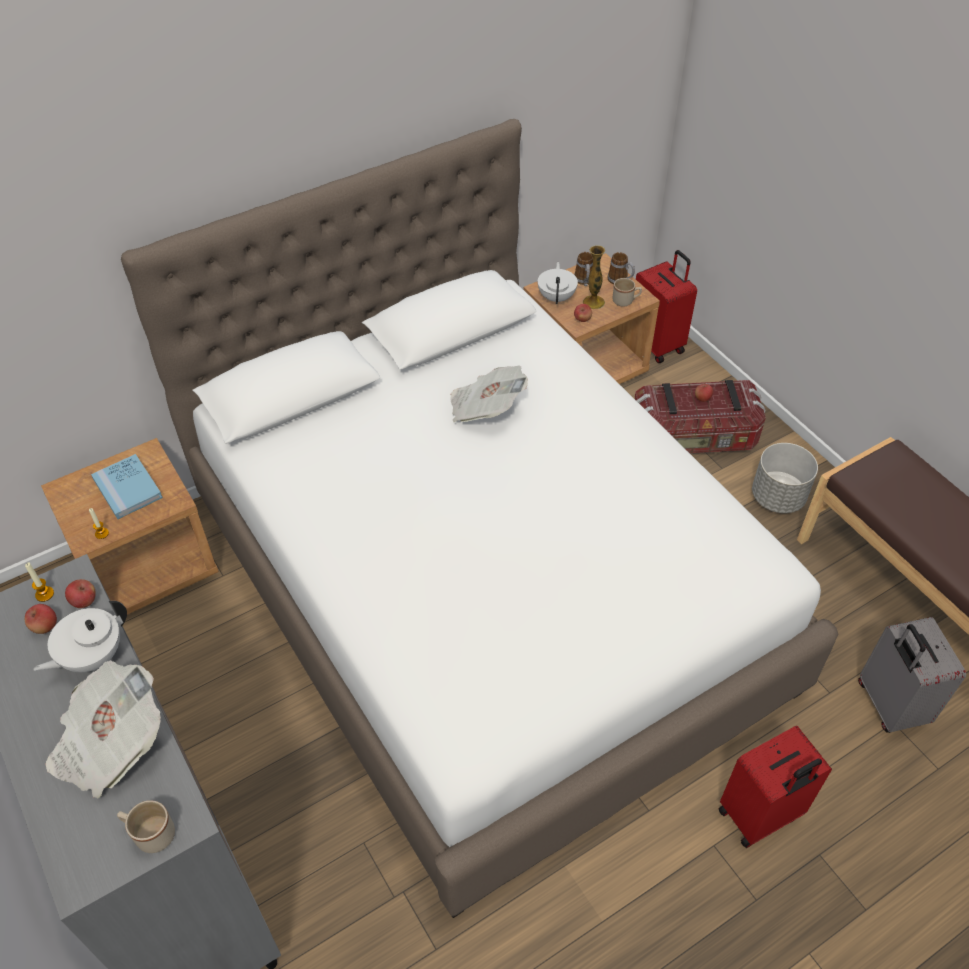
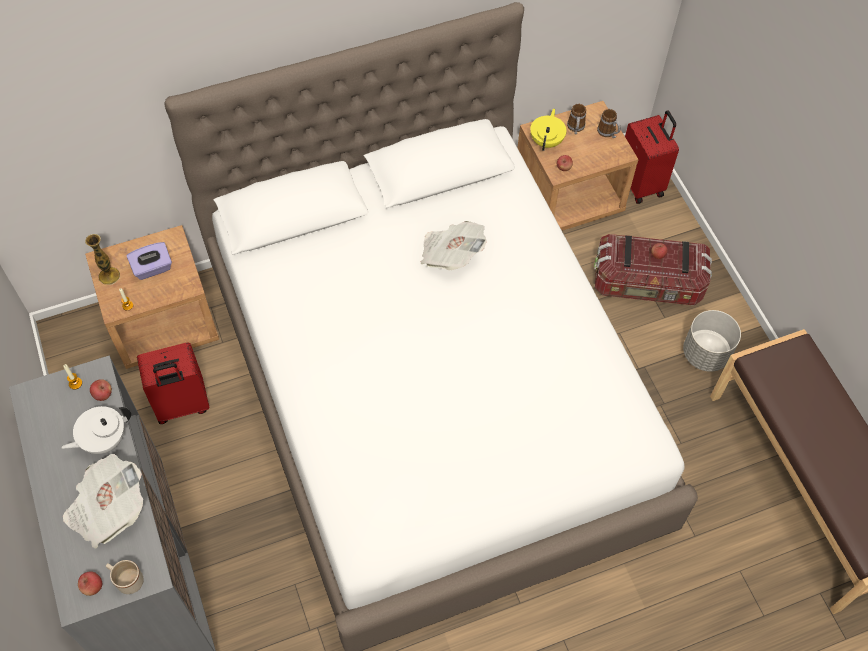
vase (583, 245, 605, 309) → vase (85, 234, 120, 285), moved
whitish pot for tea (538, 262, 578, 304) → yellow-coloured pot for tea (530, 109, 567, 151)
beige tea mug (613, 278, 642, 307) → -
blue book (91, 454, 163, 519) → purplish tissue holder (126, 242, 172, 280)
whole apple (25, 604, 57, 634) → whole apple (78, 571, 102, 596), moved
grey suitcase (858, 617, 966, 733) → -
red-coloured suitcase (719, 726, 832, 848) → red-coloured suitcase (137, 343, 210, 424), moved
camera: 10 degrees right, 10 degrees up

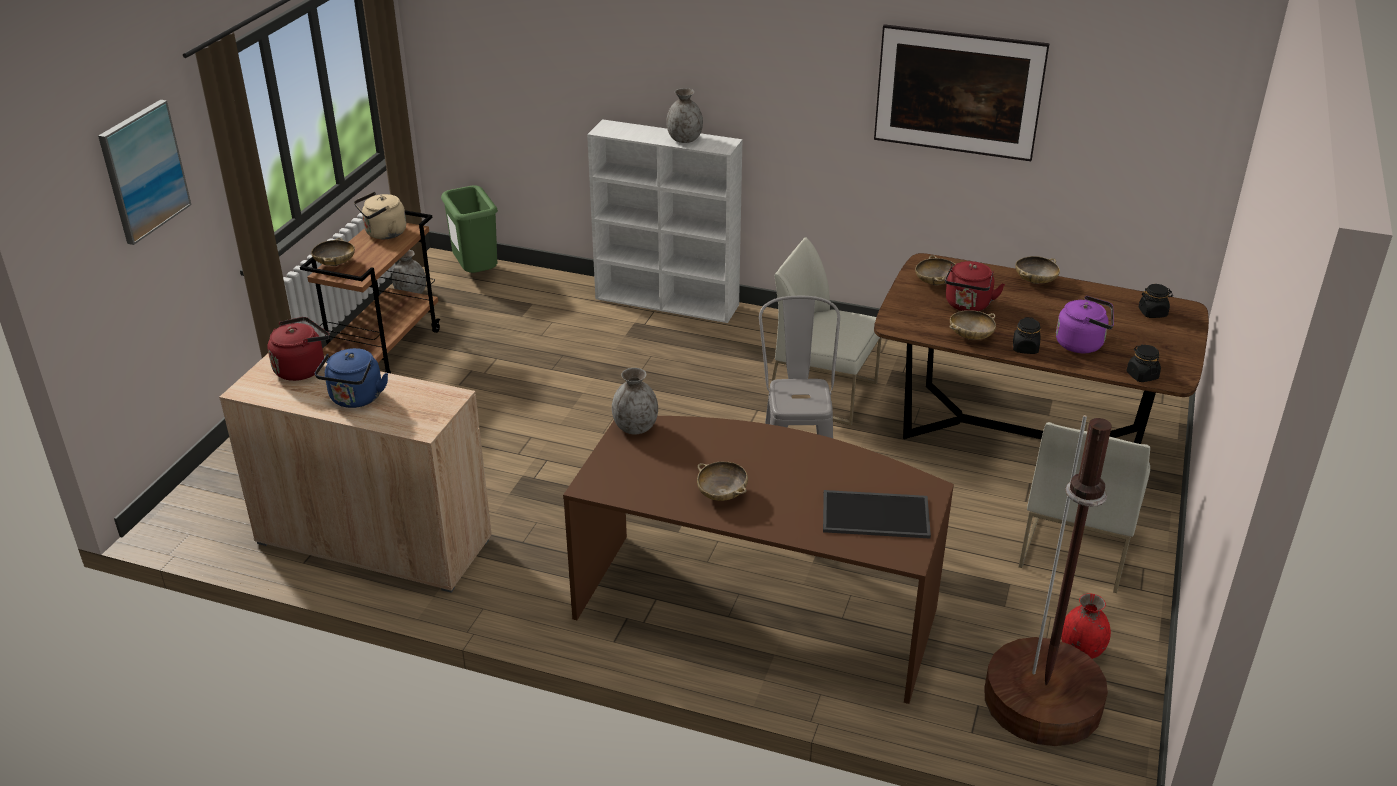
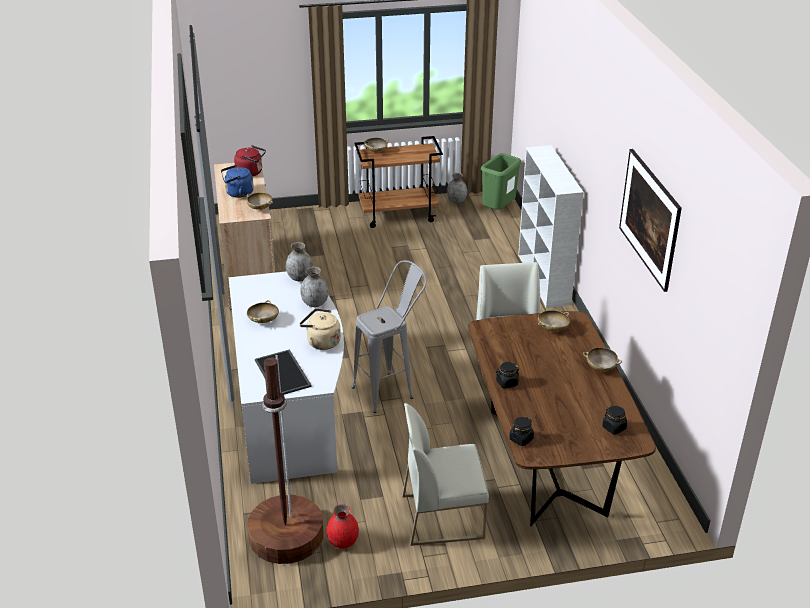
grey vase (666, 88, 703, 143) → grey vase (300, 267, 329, 307), moved
picture (98, 100, 191, 245) → -
beige tea kettle (354, 192, 406, 239) → beige tea kettle (300, 308, 341, 350), moved
red-coloured tea kettle (945, 261, 1005, 311) → -
purplish tea kettle (1056, 296, 1114, 353) → -
beige deep dish (949, 310, 996, 340) → beige deep dish (247, 193, 273, 210), moved
brown desk (563, 416, 954, 704) → whitish desk (229, 271, 344, 484)
camera: 60 degrees right, 0 degrees up

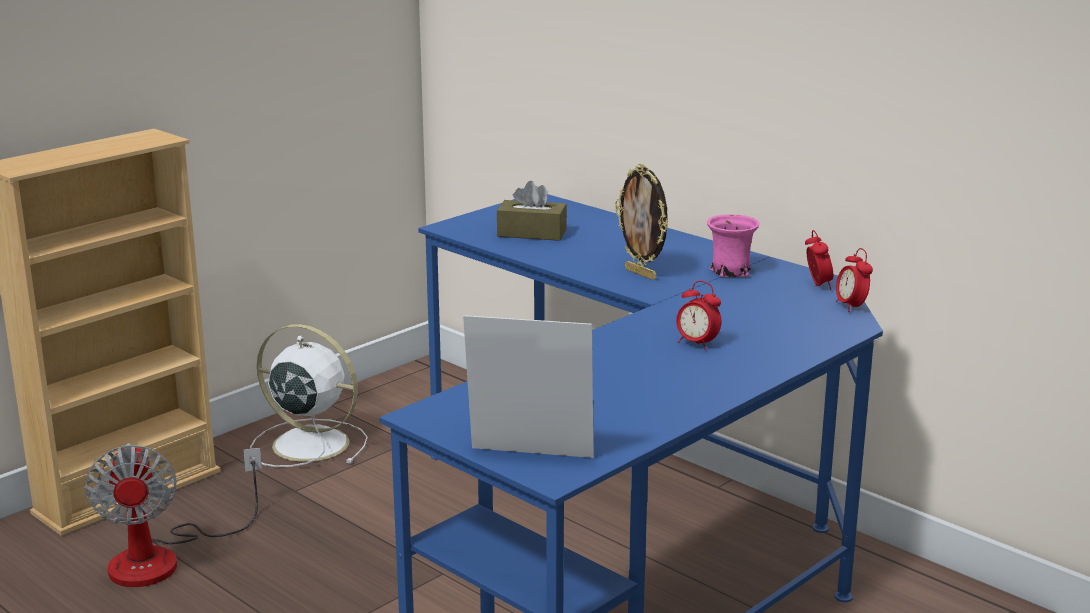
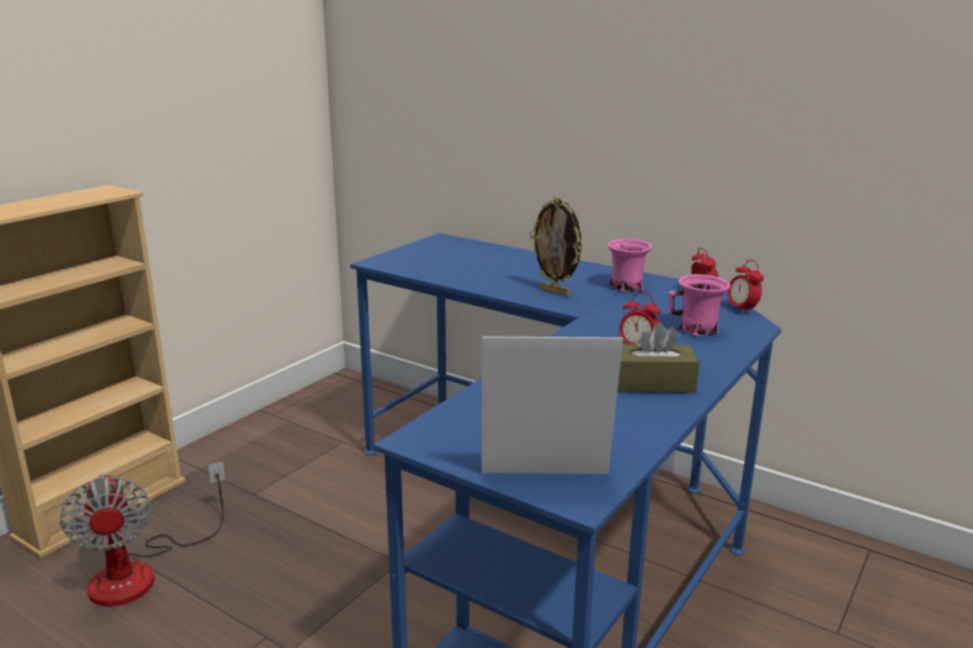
brown tissue holder (497, 181, 567, 241) → brown tissue holder (617, 322, 700, 393), moved
whitish fan (250, 324, 368, 467) → -
- → pink-coloured tea mug (668, 274, 730, 336)
camera: 10 degrees left, 0 degrees up

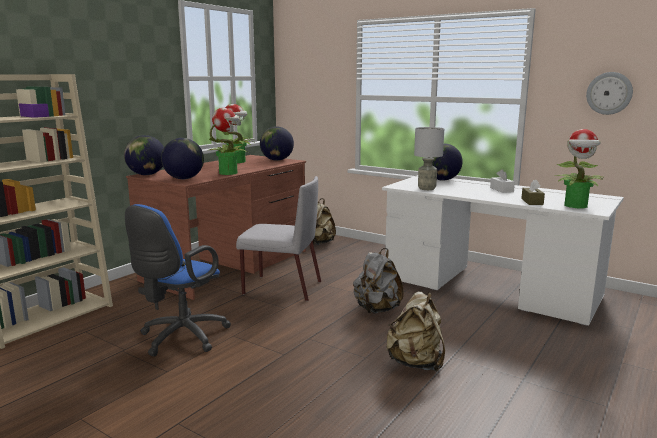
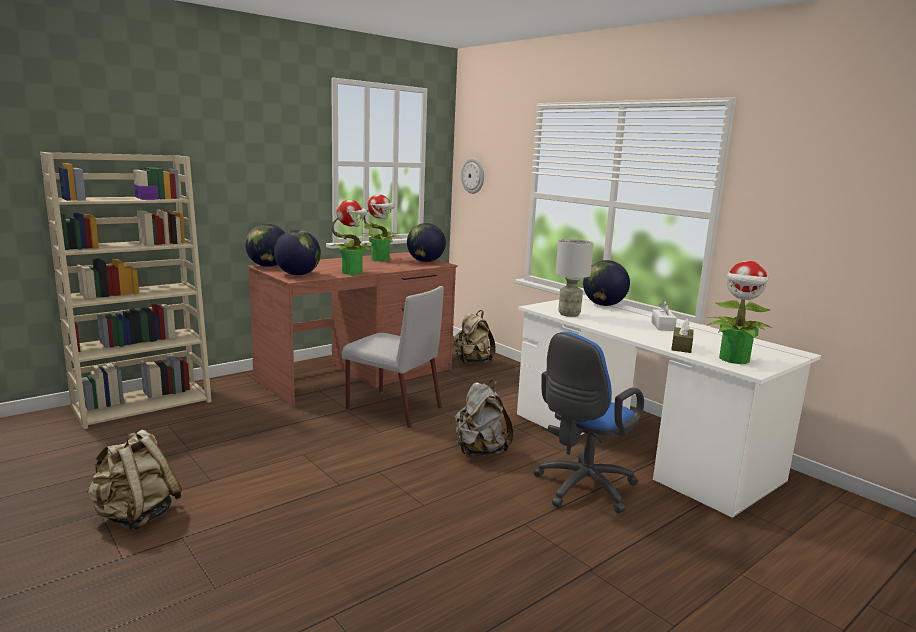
clock on the wall (586, 72, 633, 115) → clock on the wall (461, 158, 484, 194), moved
blue computer chair (125, 204, 231, 357) → blue computer chair (533, 332, 644, 513), moved
beige rucksack (386, 291, 445, 372) → beige rucksack (87, 430, 182, 531), moved
camera: 15 degrees right, 0 degrees up

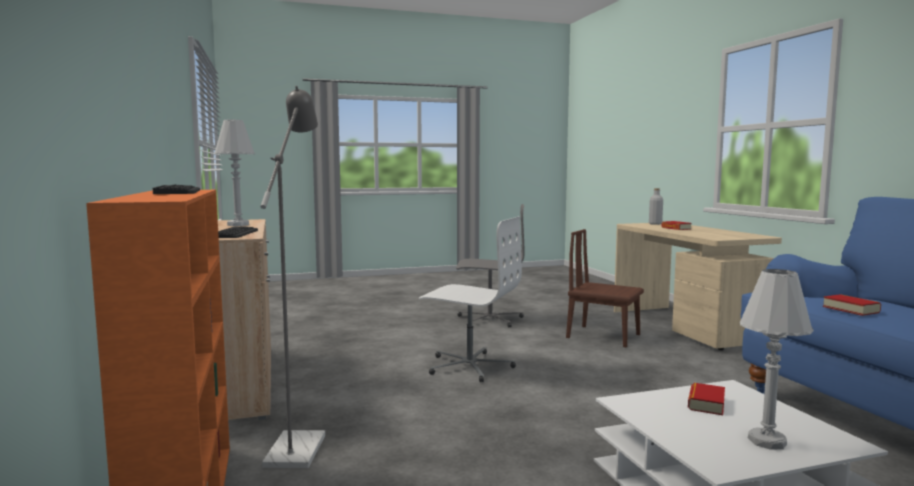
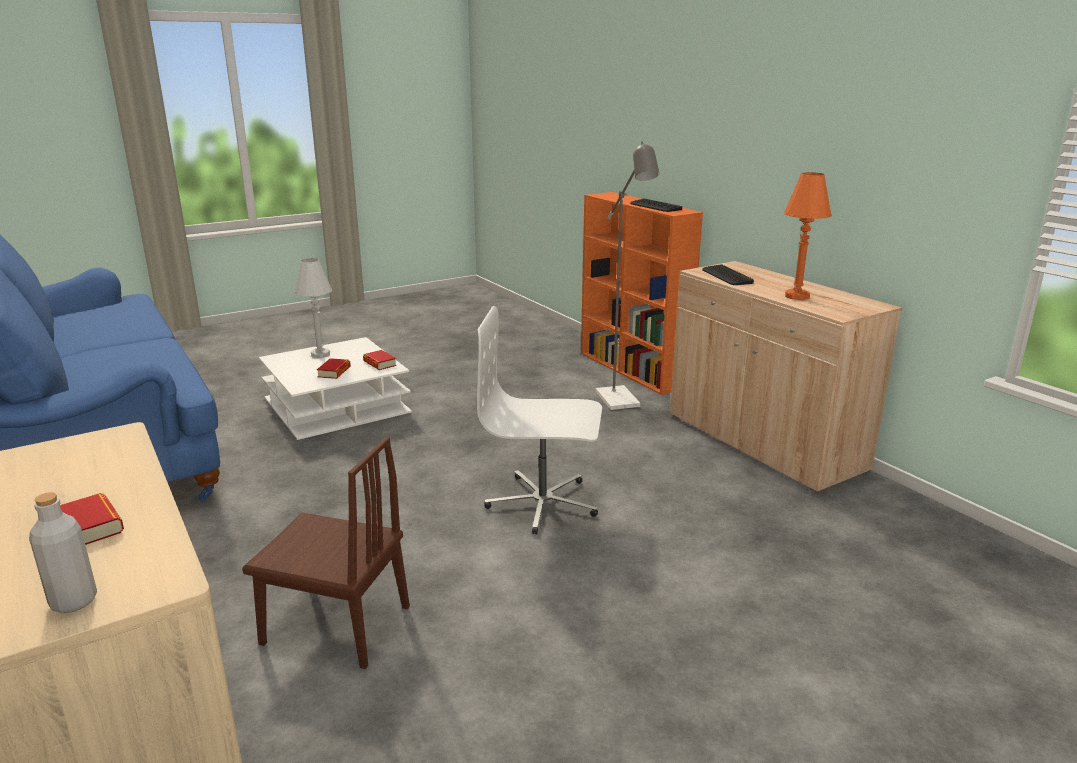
whitish lamp for a table (214, 120, 255, 226) → orangey lamp for a table (784, 172, 832, 300)
grey computer chair (456, 204, 524, 328) → -
book (823, 294, 881, 316) → book (363, 350, 397, 370), moved
camera: 165 degrees right, 15 degrees up

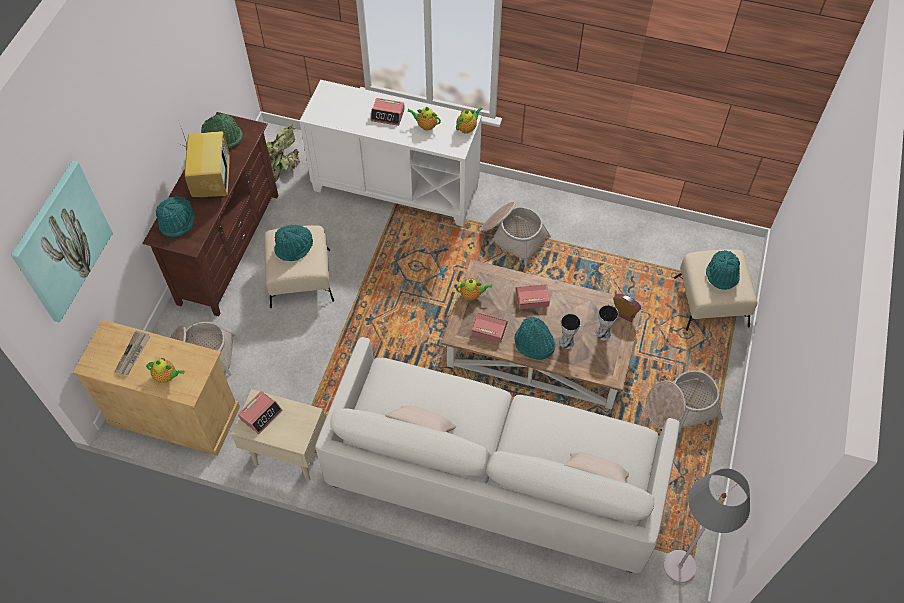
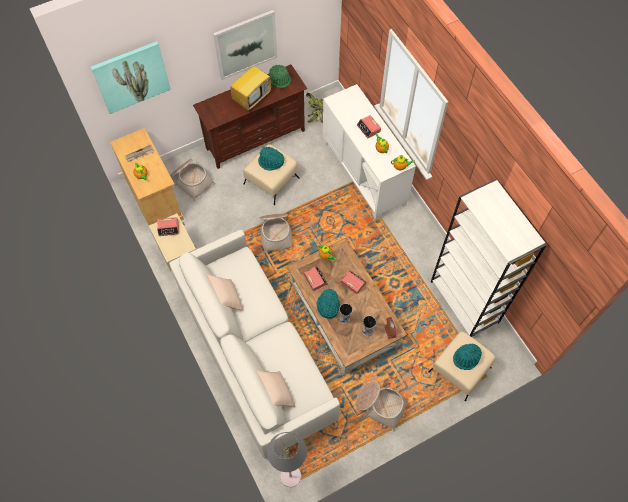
turquoise-coloured wearable hat (155, 196, 195, 237) → -
storage basket (481, 202, 551, 265) → storage basket (259, 213, 293, 254), moved
- → picture (213, 10, 277, 80)
- → whitish bookcase (431, 179, 547, 337)
camera: 45 degrees right, 5 degrees up

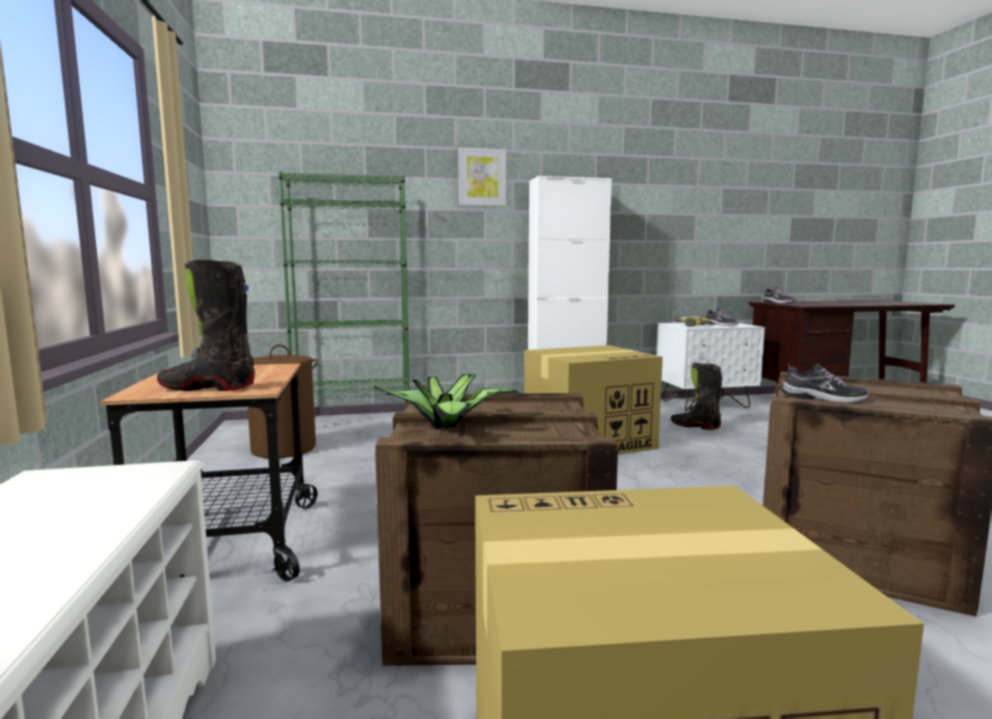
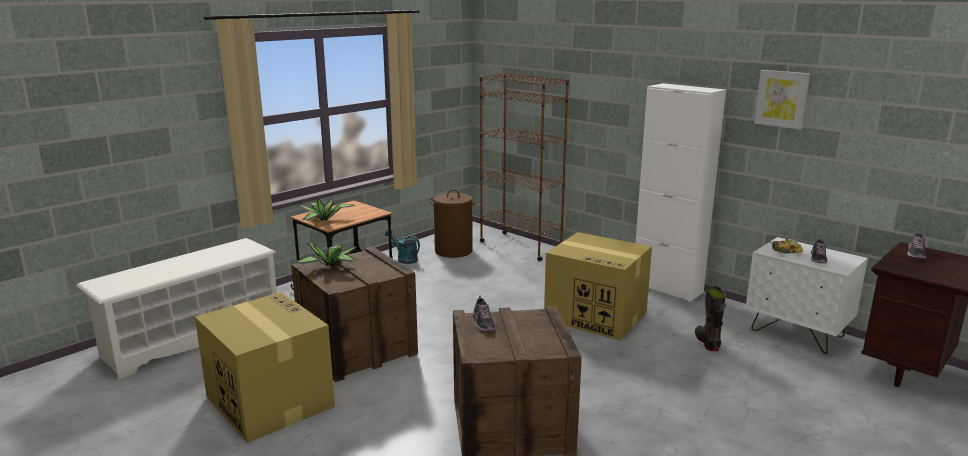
picture (458, 148, 506, 206) → picture (754, 70, 810, 130), moved
greenish bookcase (278, 171, 410, 410) → brown bookcase (480, 73, 569, 261)
blackish high-top boot (157, 259, 255, 391) → potted plant (300, 199, 355, 221)
- → turquoise-coloured watering can (385, 229, 420, 264)
camera: 55 degrees right, 10 degrees up

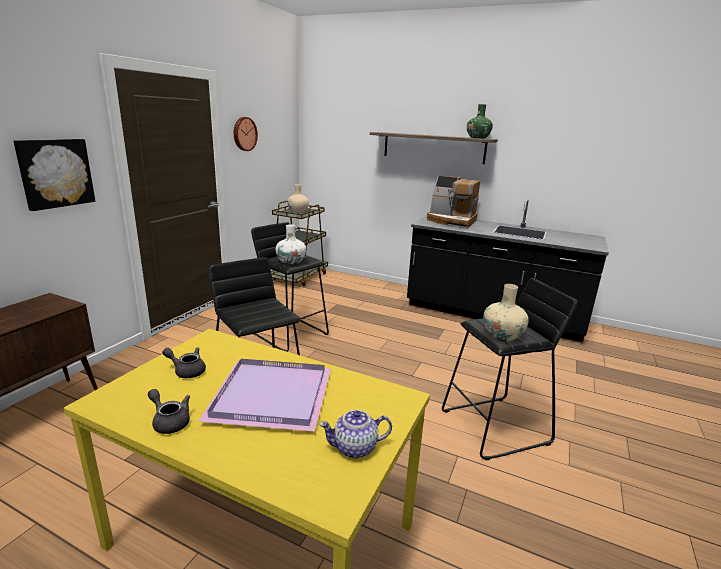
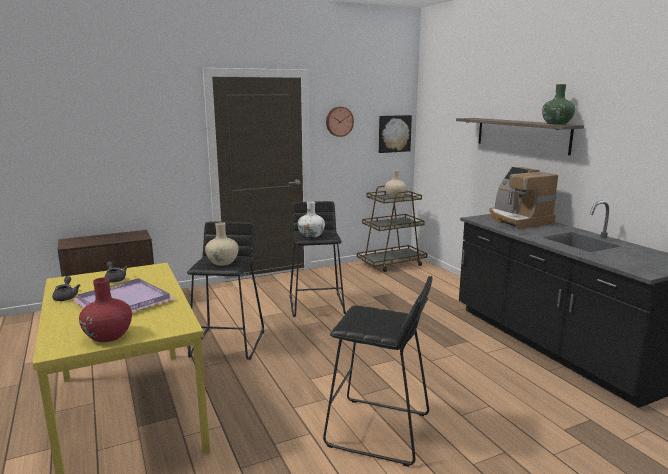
picture (13, 139, 95, 211) → picture (379, 115, 412, 153), moved
beige vase (483, 284, 529, 341) → beige vase (205, 222, 239, 266), moved
pot for tea (319, 410, 392, 458) → red-coloured vase (79, 277, 132, 342)
camera: 40 degrees right, 5 degrees down

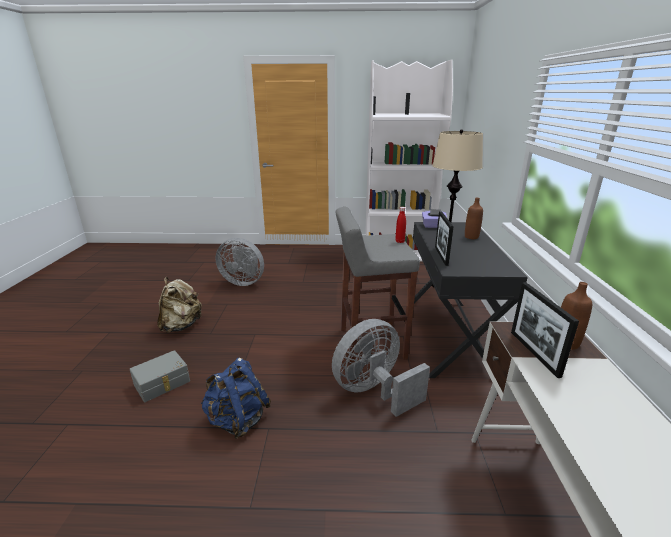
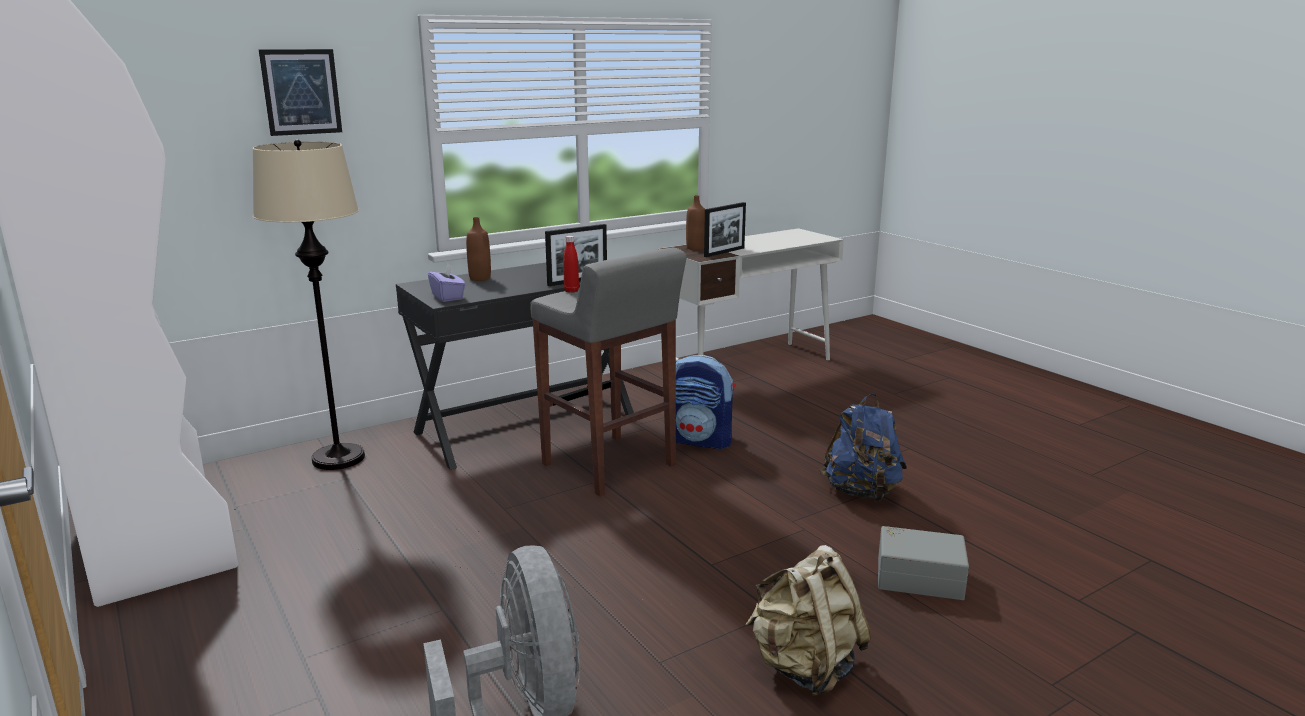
grey fan (332, 319, 430, 417) → rucksack (676, 355, 736, 449)
- → picture (259, 49, 342, 136)
camera: 125 degrees left, 5 degrees down

